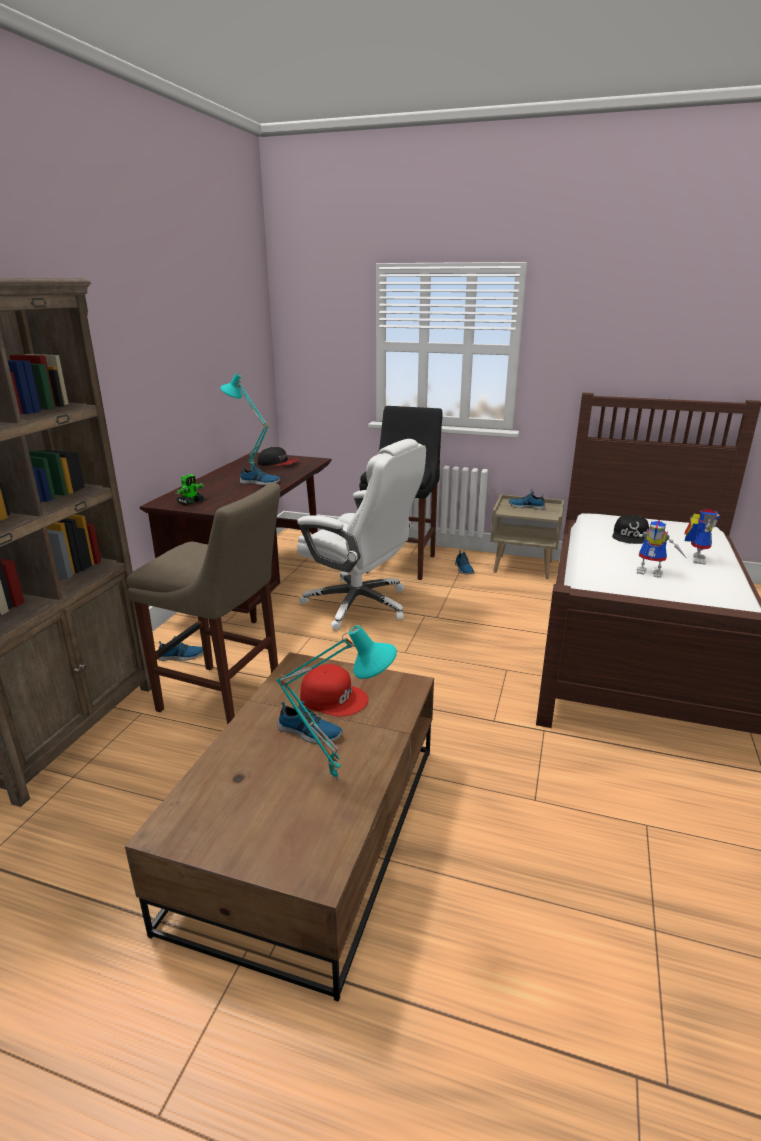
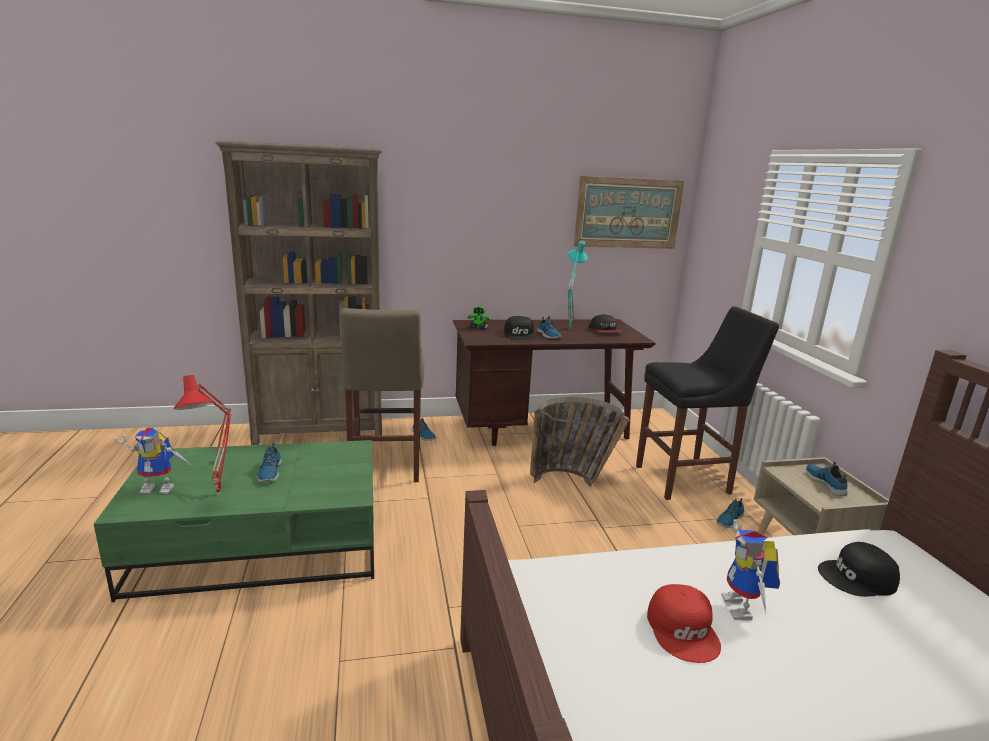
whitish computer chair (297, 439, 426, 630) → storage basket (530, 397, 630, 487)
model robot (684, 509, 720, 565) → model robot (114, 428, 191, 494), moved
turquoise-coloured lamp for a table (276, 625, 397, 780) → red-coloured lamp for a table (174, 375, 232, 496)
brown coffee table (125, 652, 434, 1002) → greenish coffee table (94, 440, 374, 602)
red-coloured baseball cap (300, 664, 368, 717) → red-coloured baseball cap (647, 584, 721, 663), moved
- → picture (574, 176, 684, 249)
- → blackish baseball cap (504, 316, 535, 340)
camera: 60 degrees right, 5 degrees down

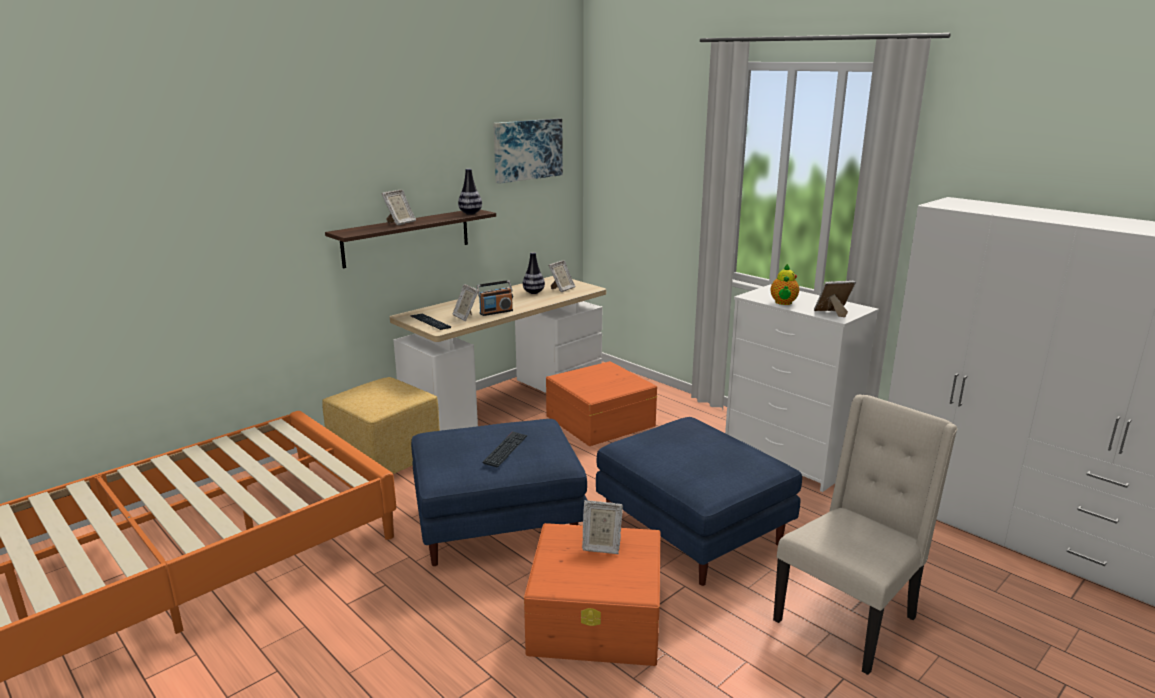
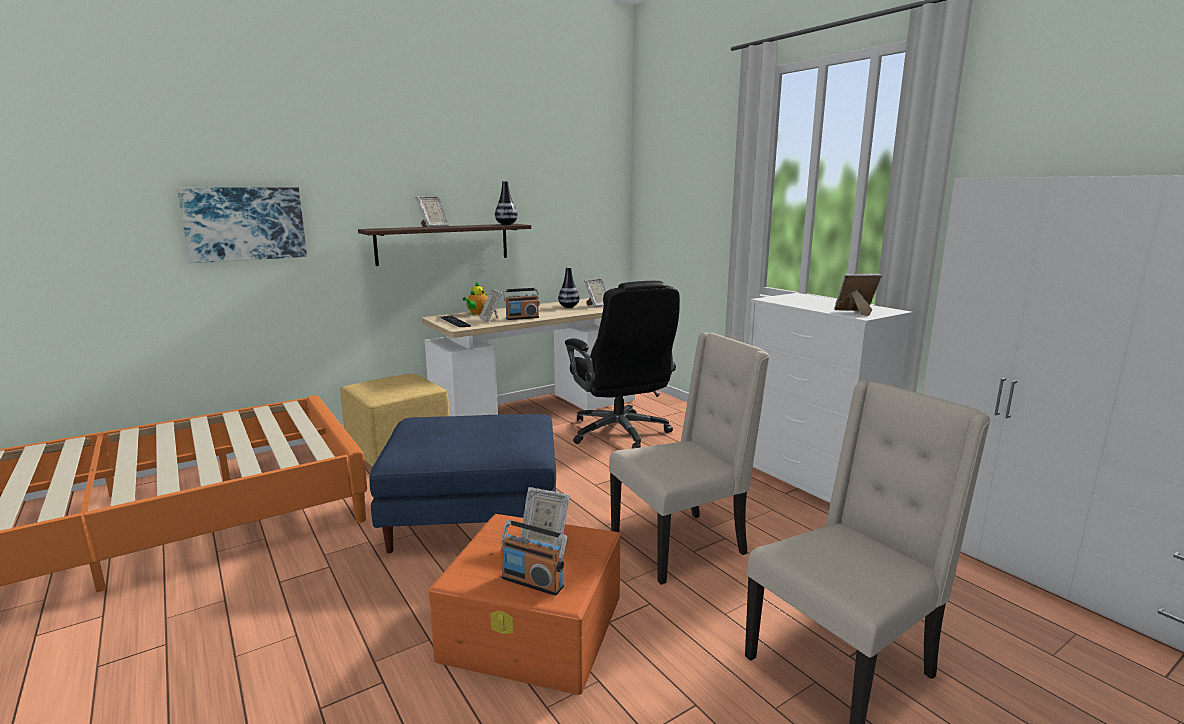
picture (493, 119, 563, 184) → picture (177, 187, 307, 263), moved
pot for tea (771, 264, 799, 305) → pot for tea (463, 281, 488, 315), moved
orangey storage bin (546, 361, 658, 446) → blackish computer chair (565, 281, 680, 449)
blue pouffe (596, 417, 802, 586) → beige upright chair (609, 332, 770, 585)
PC keyboard (483, 432, 528, 467) → -
- → radio (501, 520, 567, 596)
camera: 10 degrees right, 5 degrees down

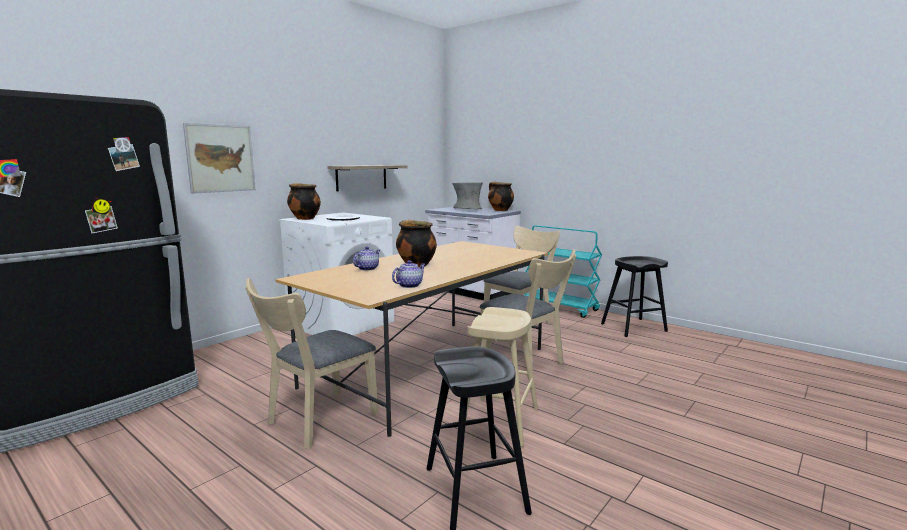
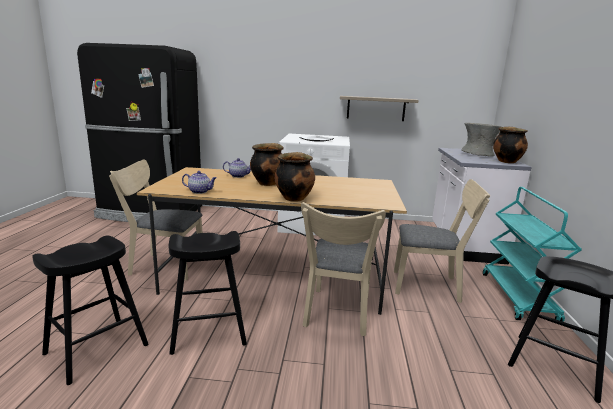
picture (183, 123, 256, 194) → -
cooking pot (287, 183, 321, 220) → cooking pot (275, 152, 315, 202), moved
beige stool seat (466, 307, 538, 447) → blackish stool seat (169, 231, 247, 355)
camera: 55 degrees right, 5 degrees up

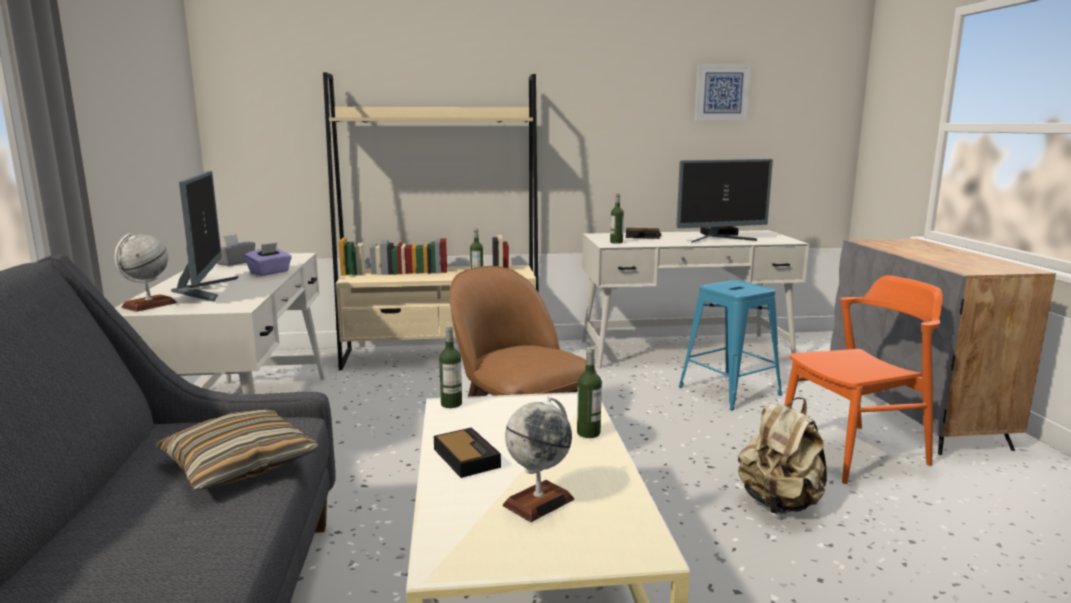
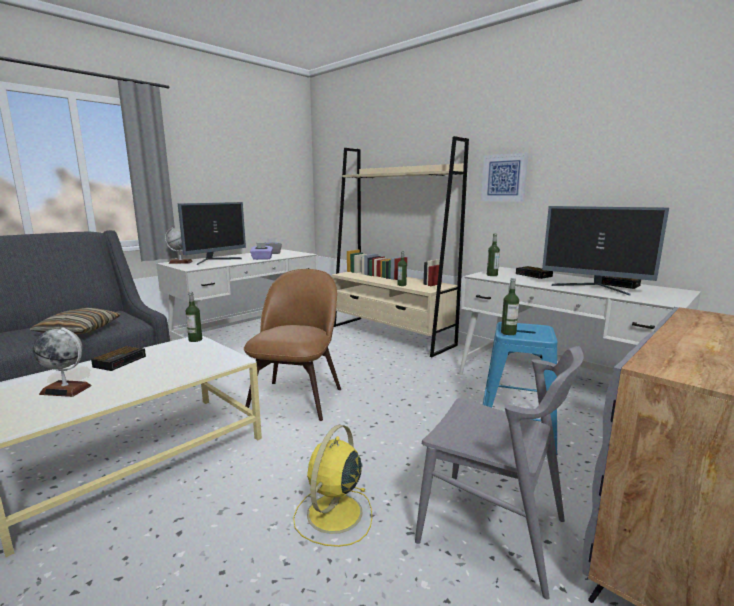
picture (695, 64, 752, 120) → picture (481, 153, 529, 202), moved
orangey upright chair (784, 275, 943, 484) → grey upright chair (415, 346, 584, 600)
beverage bottle (577, 347, 602, 438) → beverage bottle (501, 278, 519, 335), moved
beige rucksack (738, 397, 827, 514) → yellow-coloured fan (293, 425, 372, 547)
camera: 50 degrees right, 0 degrees up

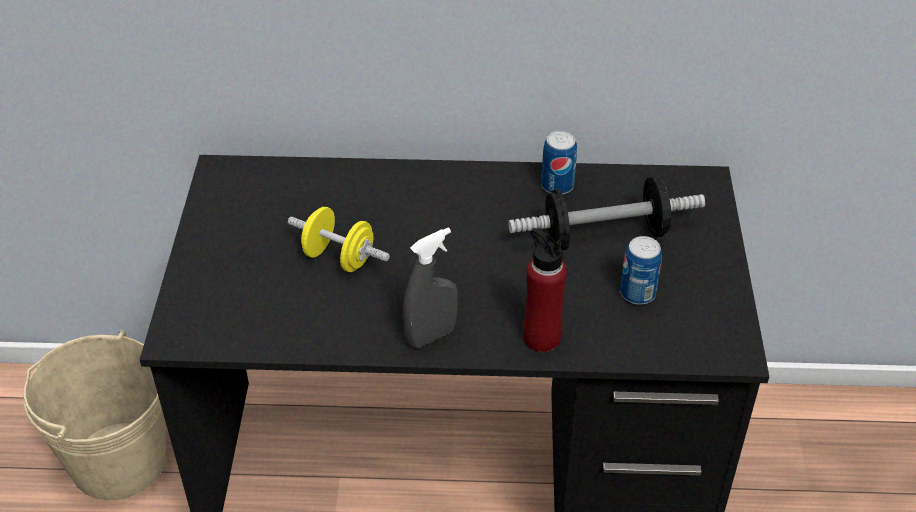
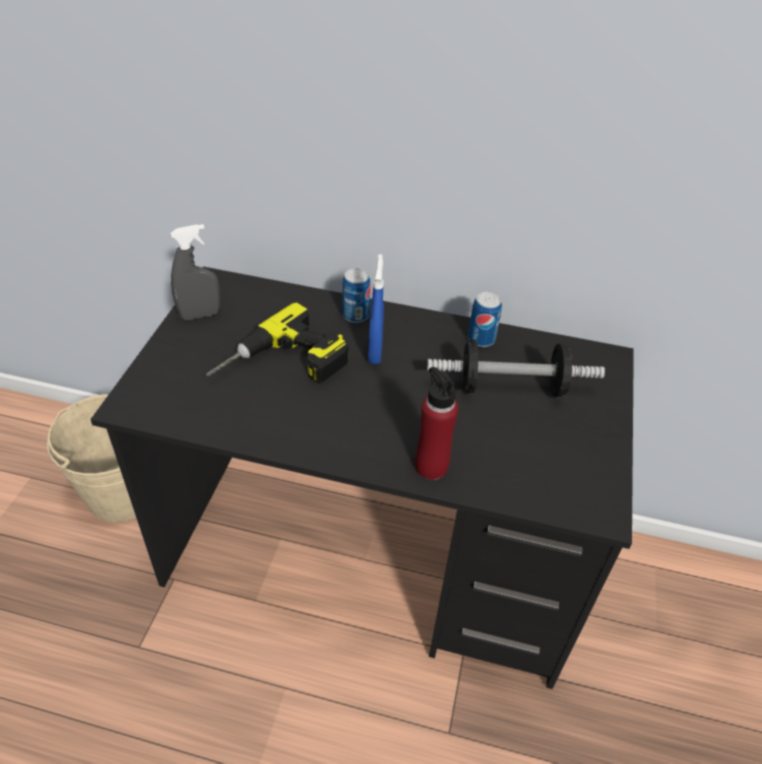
yellow-coloured free weight (288, 207, 390, 272) → drill (206, 302, 349, 384)
grey sprayer (403, 227, 458, 348) → grey sprayer (170, 224, 221, 320), moved
sealed can (620, 236, 662, 305) → sealed can (342, 268, 371, 323), moved
- → blue sprayer (368, 254, 384, 364)
camera: 10 degrees right, 0 degrees up

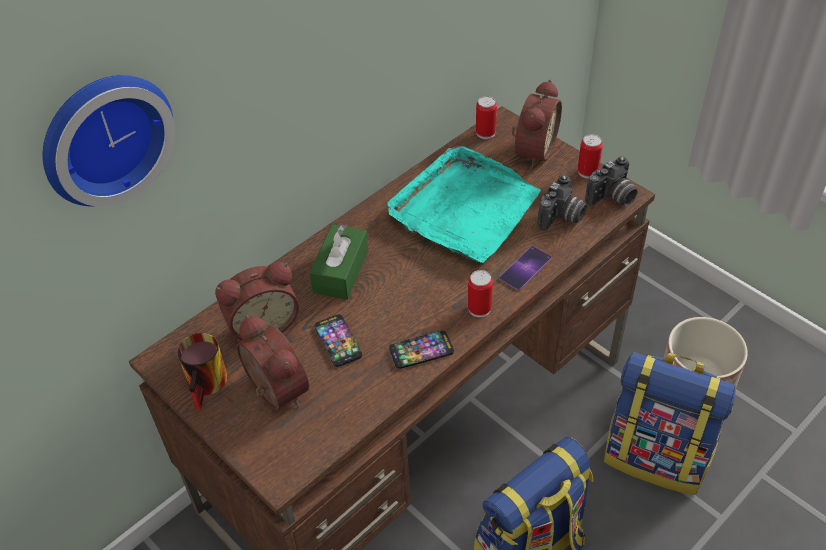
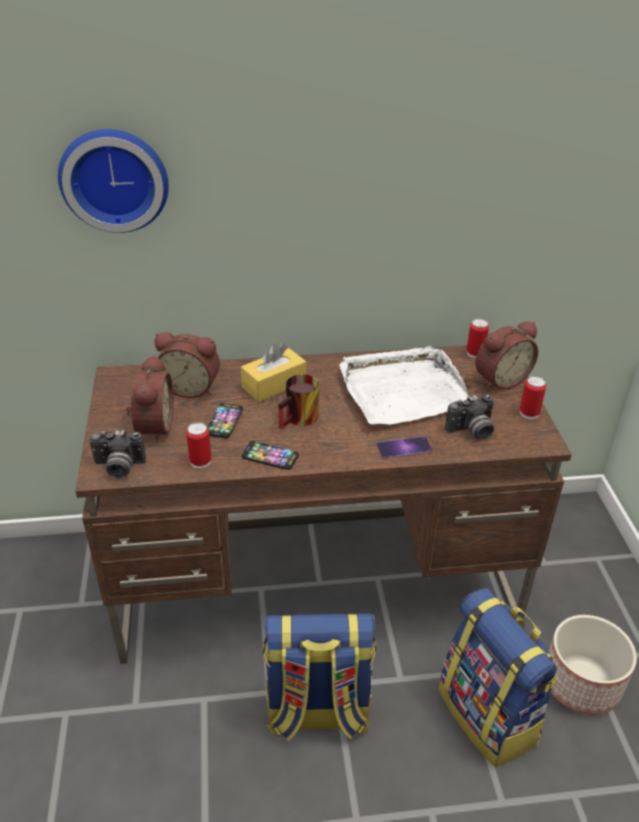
turquoise-coloured serving tray (387, 146, 541, 263) → whitish serving tray (339, 346, 469, 425)
still camera (585, 156, 638, 206) → still camera (89, 430, 146, 479), moved
greenish tissue holder (309, 224, 368, 300) → yellow-coloured tissue holder (241, 343, 306, 402)
sealed can (468, 270, 493, 317) → sealed can (186, 422, 211, 468), moved
tea mug (177, 333, 228, 410) → tea mug (279, 374, 319, 429), moved
camera: 35 degrees right, 10 degrees down

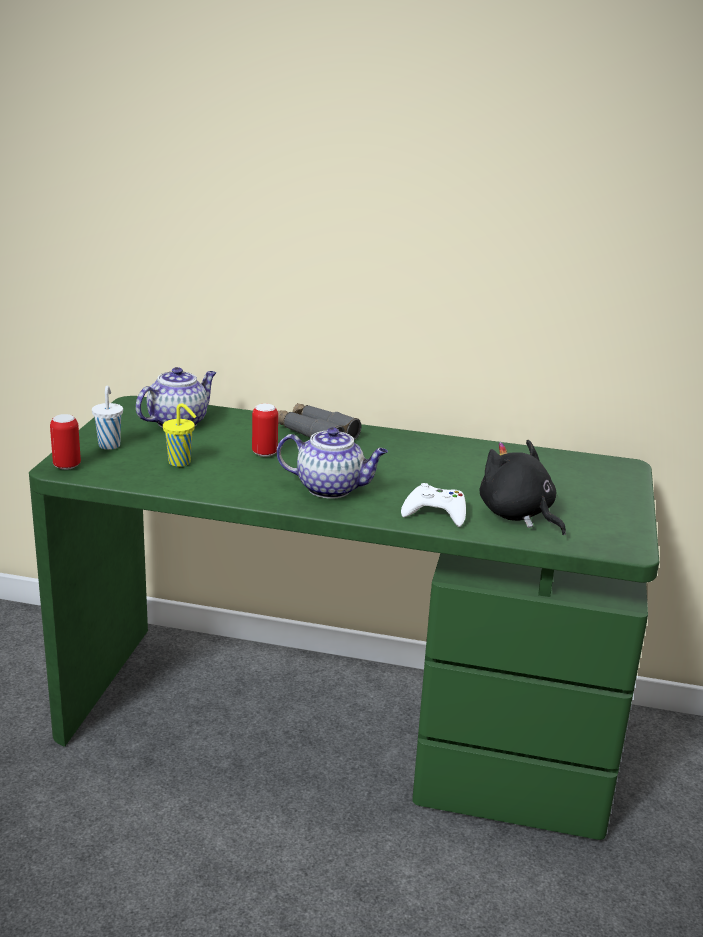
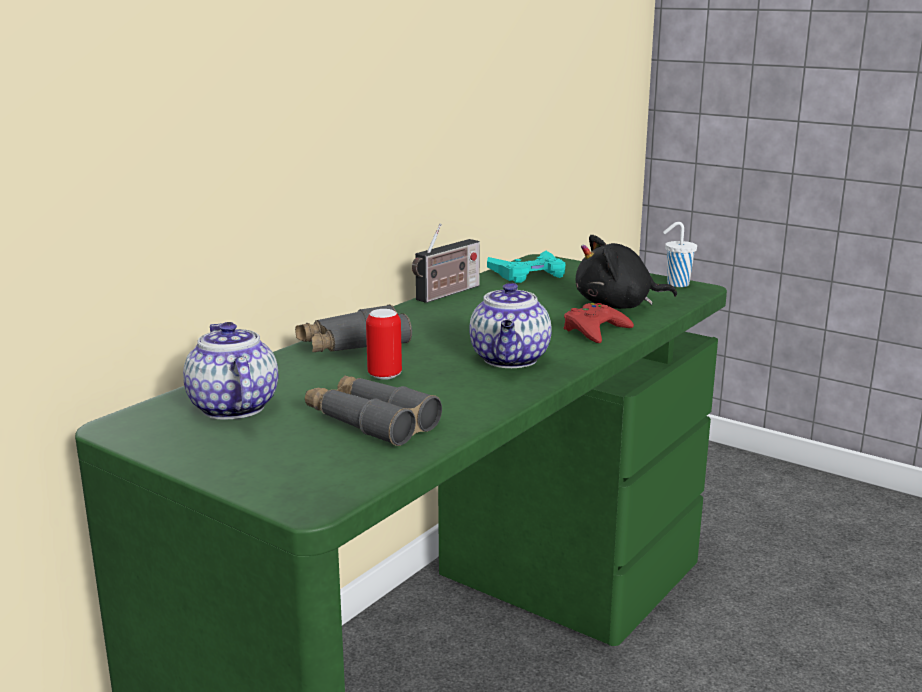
whitish drinking cup (92, 386, 123, 450) → whitish drinking cup (663, 222, 697, 287), moved
yellow-coloured drinking cup (163, 403, 197, 467) → grey binoculars (305, 376, 442, 446)
sealed can (50, 414, 81, 470) → -
pot for tea (277, 427, 388, 499) → pot for tea (469, 283, 552, 368), 150 degrees clockwise
whitish game controller (401, 483, 466, 527) → red-coloured game controller (564, 303, 634, 343)
- → radio (412, 224, 480, 303)
- → turquoise-coloured game controller (487, 250, 565, 283)
camera: 65 degrees left, 5 degrees down

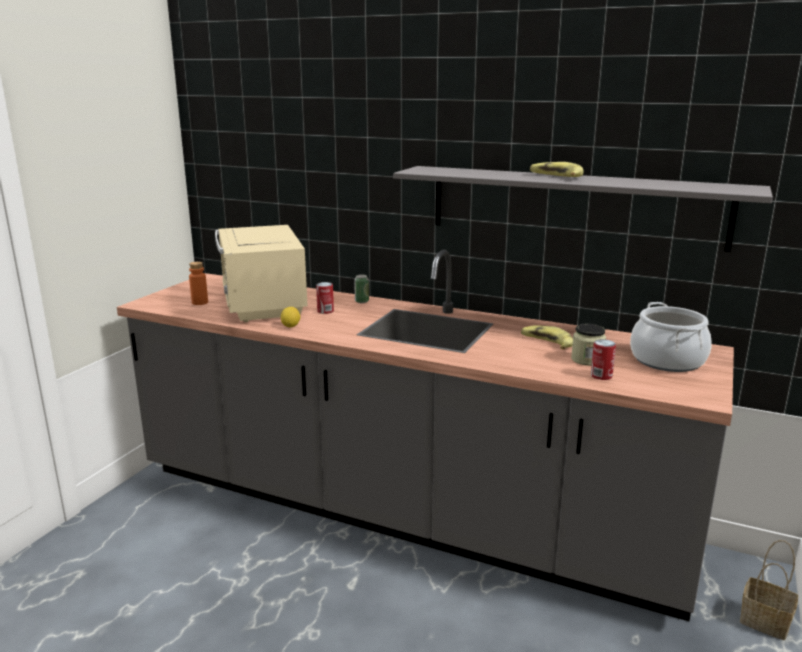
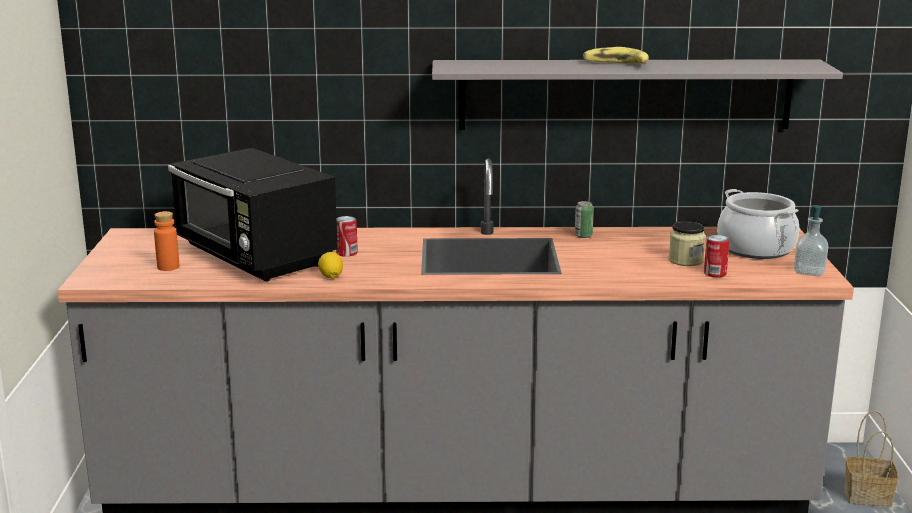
beige microwave (215, 225, 308, 322) → blackish microwave (168, 148, 338, 281)
sealed can (354, 274, 369, 303) → sealed can (575, 201, 594, 238), moved
banana (521, 325, 573, 349) → -
- → liquid soap bottle (794, 205, 828, 277)
camera: 25 degrees left, 0 degrees up

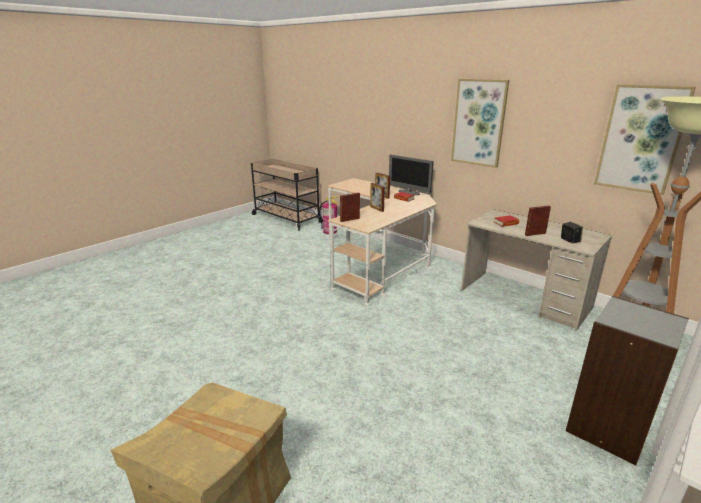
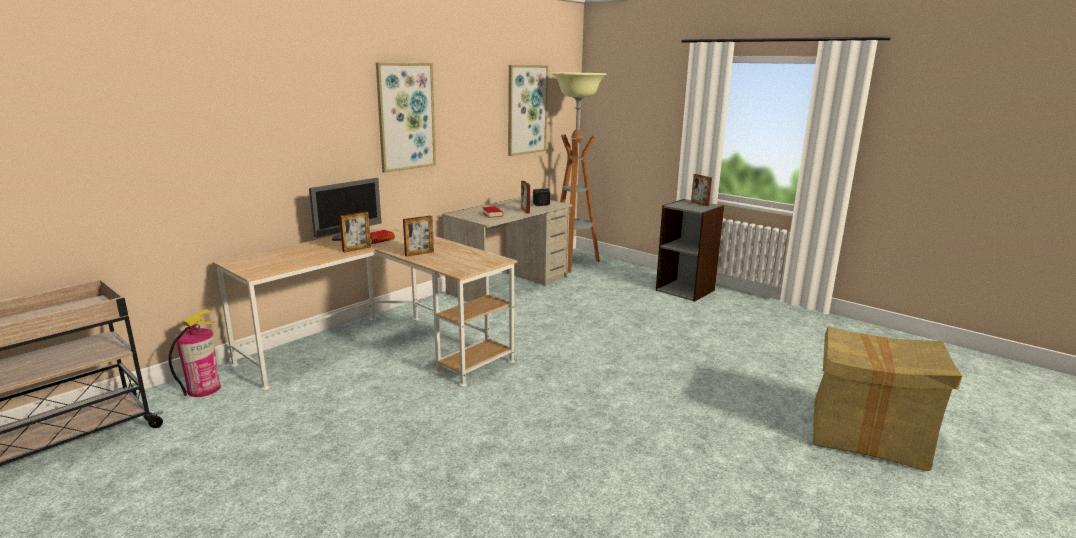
picture frame (340, 193, 360, 222) → picture frame (691, 174, 712, 206), moved
camera: 90 degrees left, 5 degrees down

